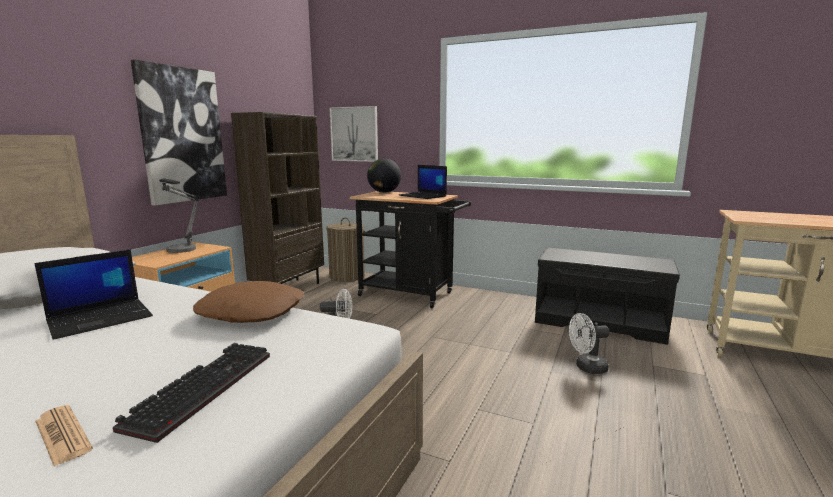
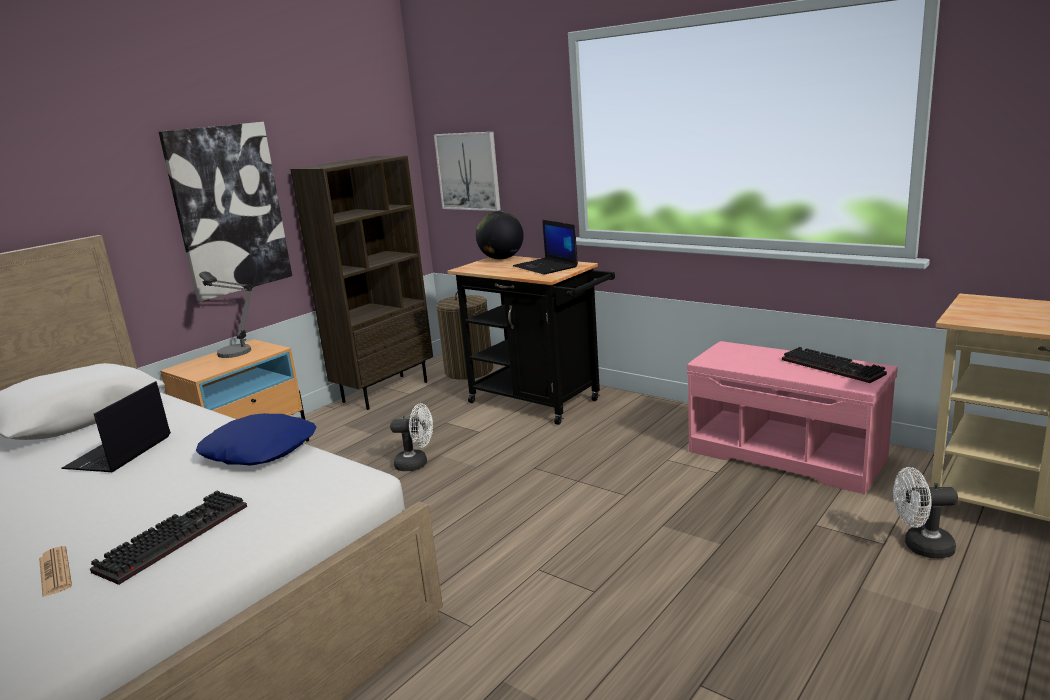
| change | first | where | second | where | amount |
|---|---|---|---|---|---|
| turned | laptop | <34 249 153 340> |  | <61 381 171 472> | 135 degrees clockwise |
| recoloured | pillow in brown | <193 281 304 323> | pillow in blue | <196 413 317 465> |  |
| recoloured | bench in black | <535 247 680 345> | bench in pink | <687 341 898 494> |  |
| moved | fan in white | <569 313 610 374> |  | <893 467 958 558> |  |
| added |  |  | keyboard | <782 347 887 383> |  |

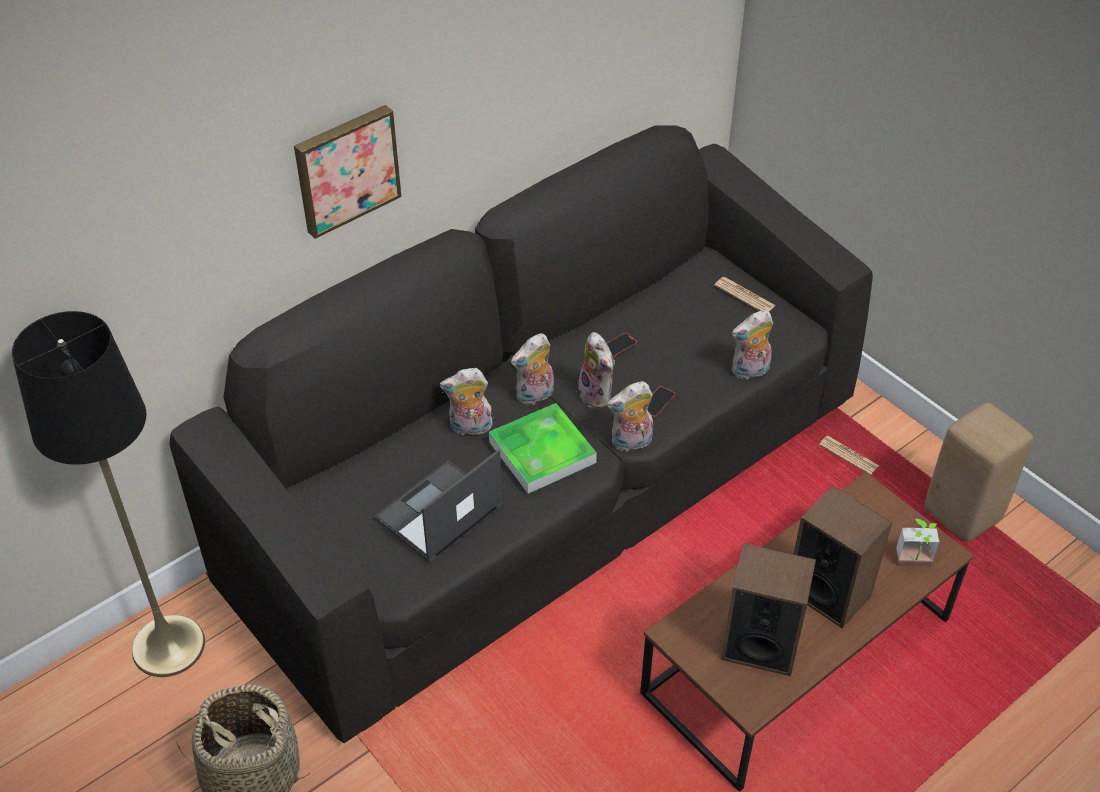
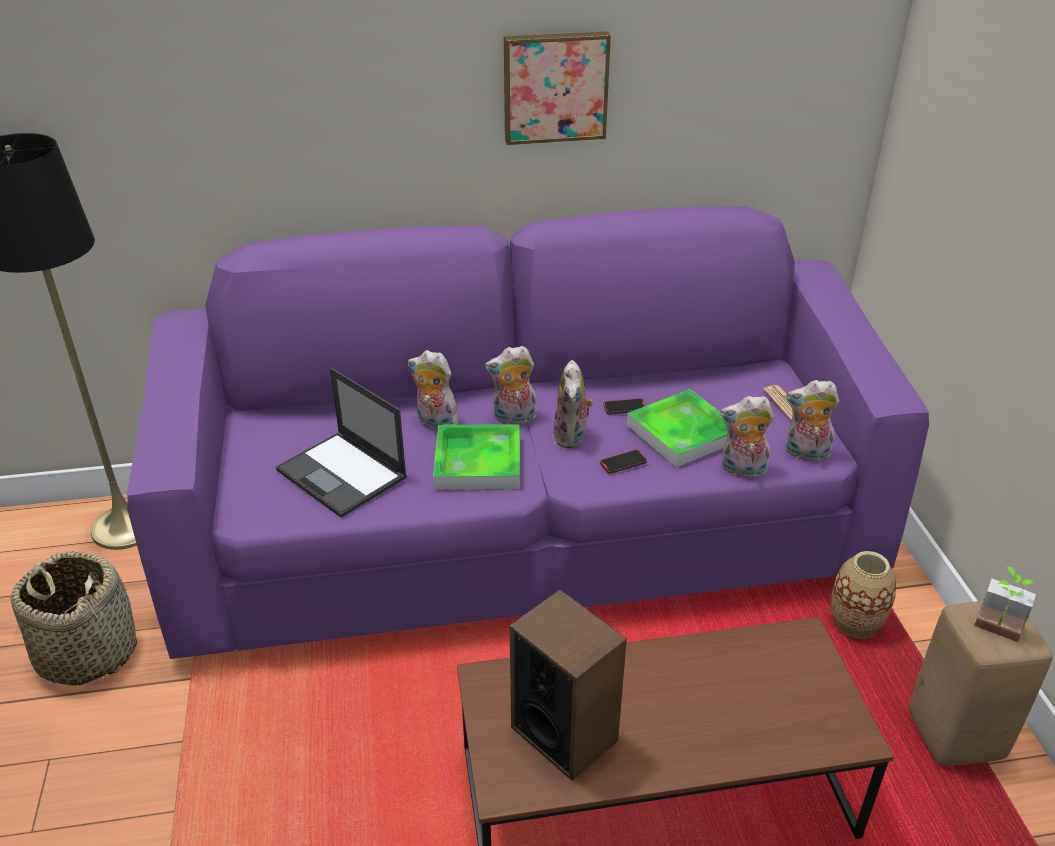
| change | first | where | second | where | amount |
|---|---|---|---|---|---|
| recoloured | sofa in black | <169 126 873 743> | sofa in purple | <127 206 929 659> |  |
| moved | picture | <294 105 401 239> |  | <504 32 611 145> |  |
| turned | laptop | <374 449 503 563> |  | <276 368 407 518> | 120 degrees counterclockwise |
| moved | plush toy | <607 381 653 452> |  | <786 380 839 464> |  |
| removed | speaker | <794 486 892 628> |  |  |  |
| replaced | newspaper | <819 436 879 475> | vase | <831 551 896 639> |  |
| moved | potted plant | <895 519 939 567> |  | <974 566 1036 642> |  |
| added |  |  | tray | <627 389 727 468> |  |

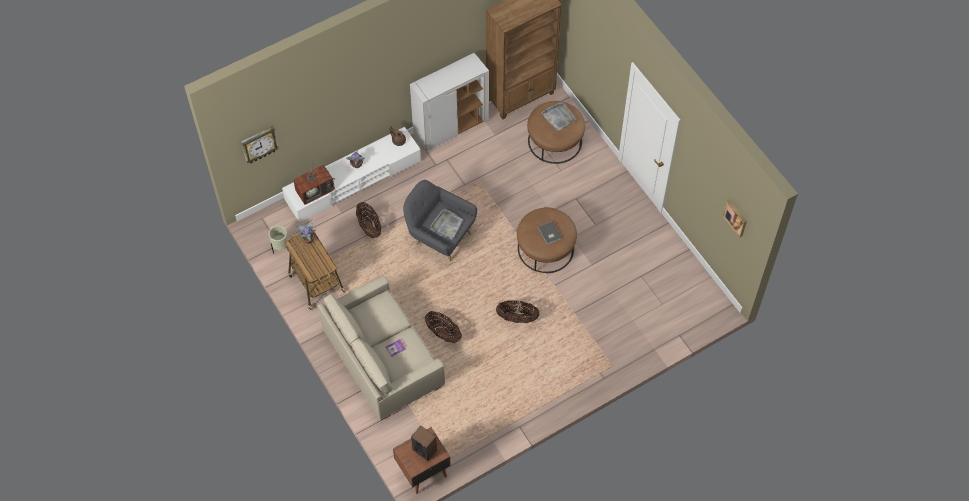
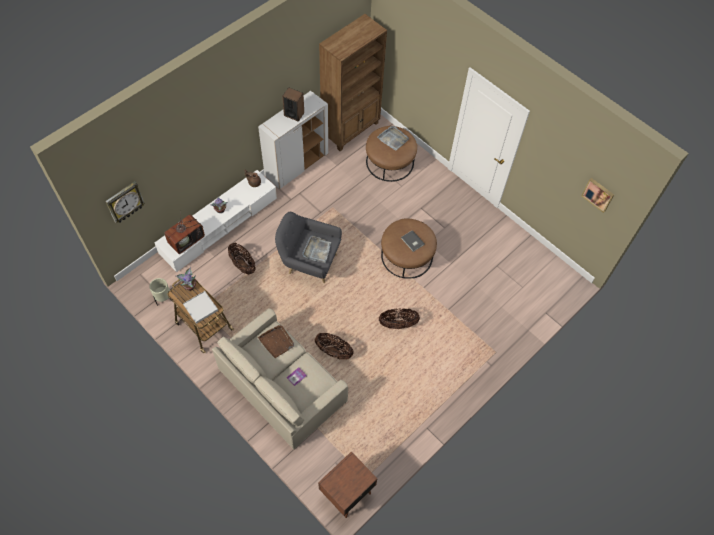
| change | first | where | second | where | amount |
|---|---|---|---|---|---|
| moved | speaker | <411 426 437 461> |  | <282 87 304 122> |  |
| added |  |  | tray in white | <183 291 218 324> |  |
| added |  |  | tray in brown | <258 325 294 358> |  |

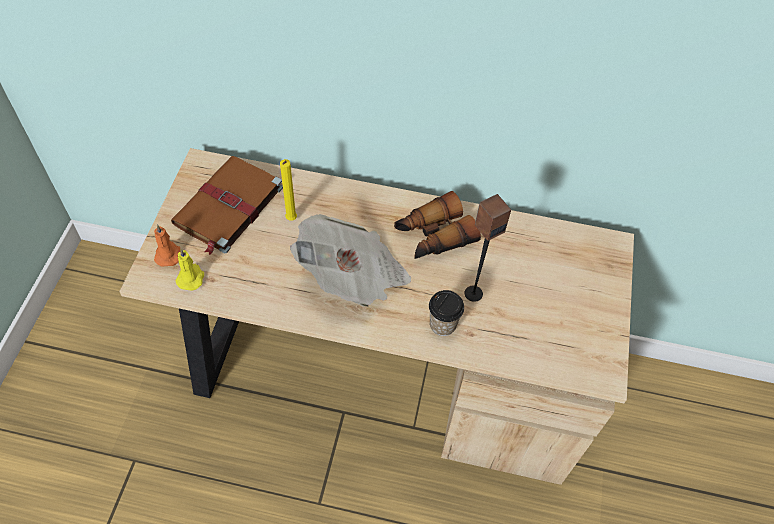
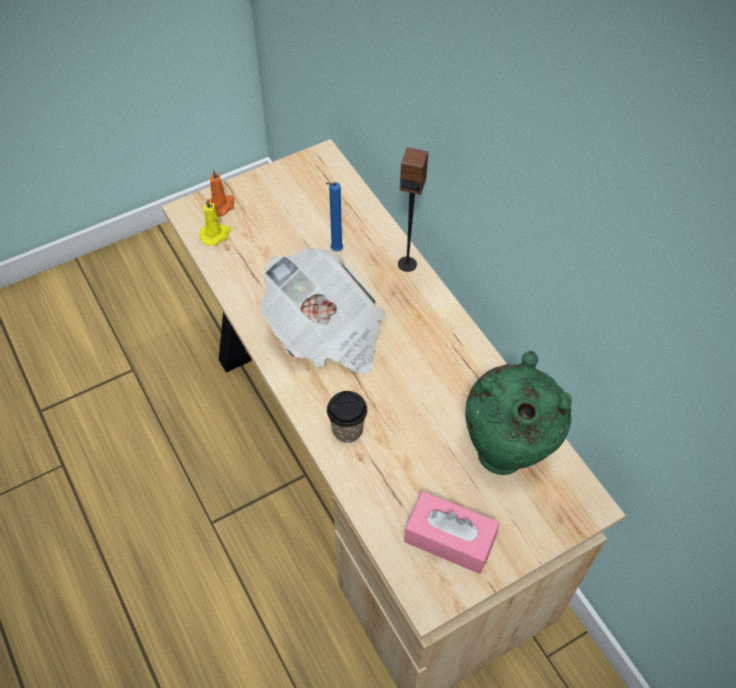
| change | first | where | second | where | amount |
|---|---|---|---|---|---|
| removed | book in brown | <171 156 283 255> |  |  |  |
| recoloured | candle in yellow | <280 159 297 221> | candle in blue | <325 182 343 251> |  |
| removed | binoculars | <394 191 481 259> |  |  |  |
| moved | speaker | <465 194 511 302> |  | <398 147 429 272> |  |
| added |  |  | tissue box in pink | <404 491 500 574> |  |
| added |  |  | vase in green | <465 351 572 475> |  |

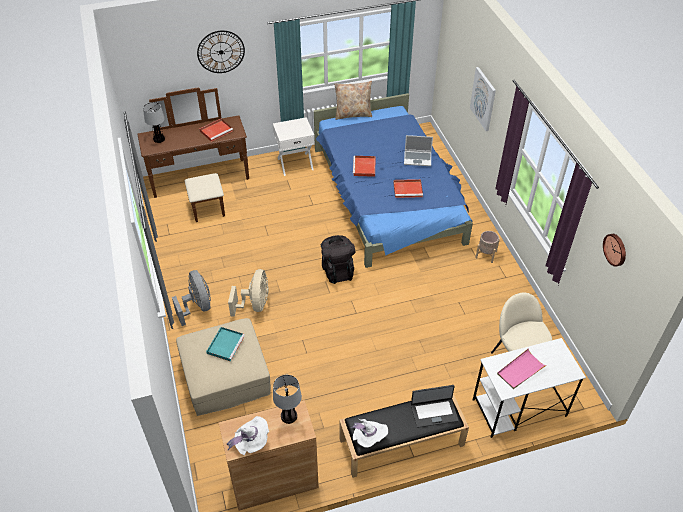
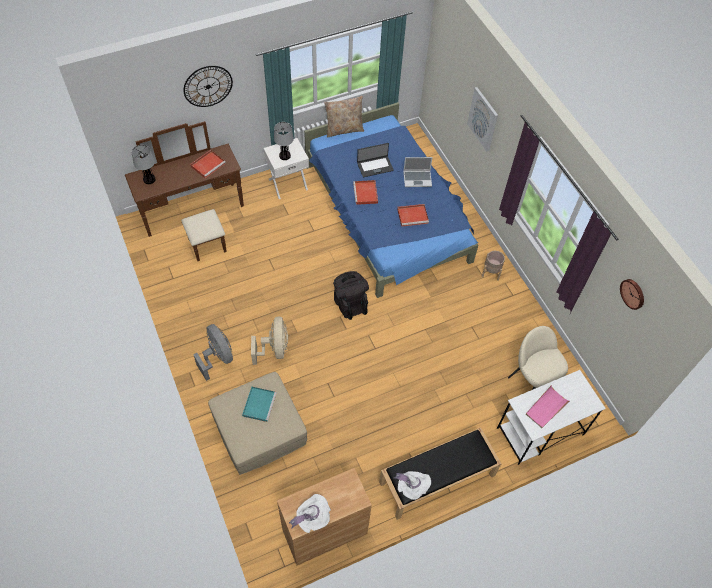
| change | first | where | second | where | amount |
|---|---|---|---|---|---|
| moved | table lamp | <273 375 302 424> |  | <274 122 294 160> |  |
| moved | laptop | <411 385 458 428> |  | <357 143 394 177> |  |

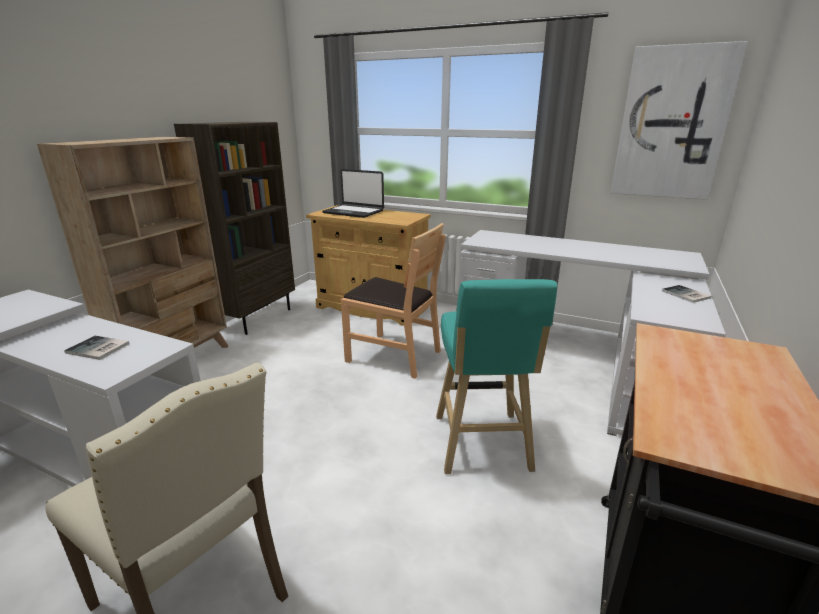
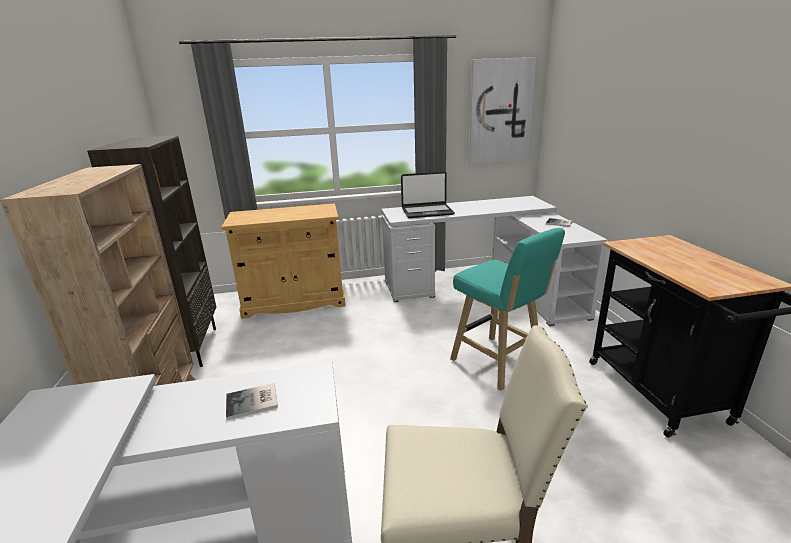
| change | first | where | second | where | amount |
|---|---|---|---|---|---|
| moved | laptop | <322 169 384 218> |  | <401 172 455 218> |  |
| removed | chair in brown | <341 223 445 379> |  |  |  |

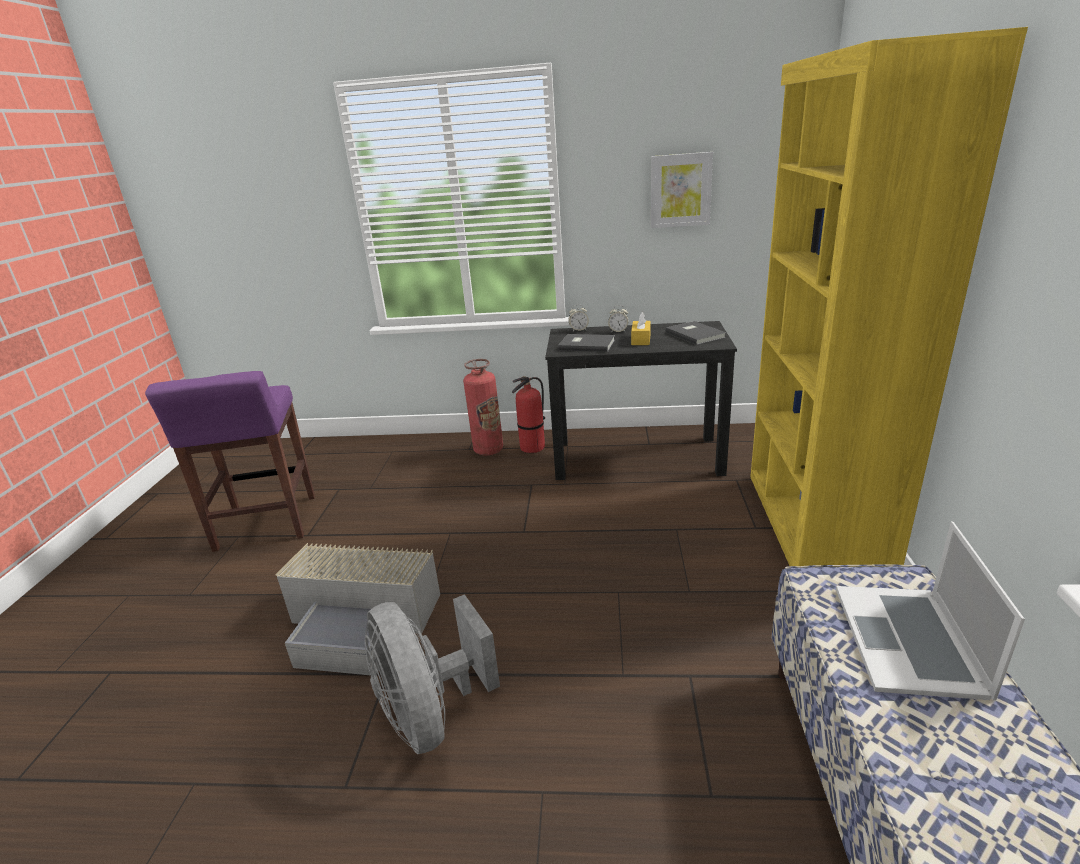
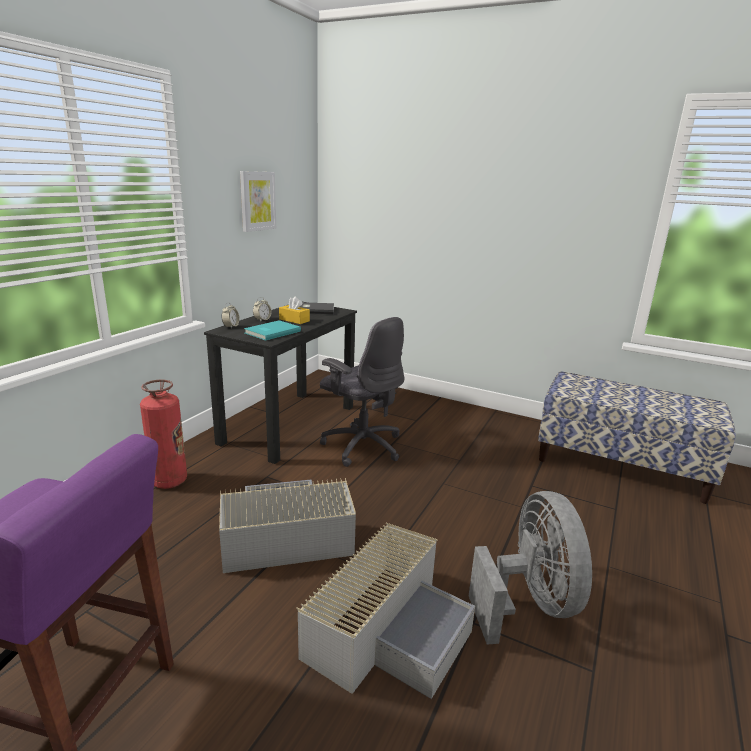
| change | first | where | second | where | amount |
|---|---|---|---|---|---|
| turned | fan in grey | <365 594 500 754> |  | <469 491 592 644> | 90 degrees counterclockwise |
| removed | fire extinguisher | <512 376 545 453> |  |  |  |
| recoloured | book in grey | <558 334 615 352> | book in turquoise | <244 320 301 341> |  |
| removed | bookcase in yellow | <750 27 1028 567> |  |  |  |
| removed | laptop | <836 521 1025 700> |  |  |  |
| added |  |  | storage box in grey | <219 478 356 573> |  |
| added |  |  | office chair in grey | <320 317 404 467> |  |

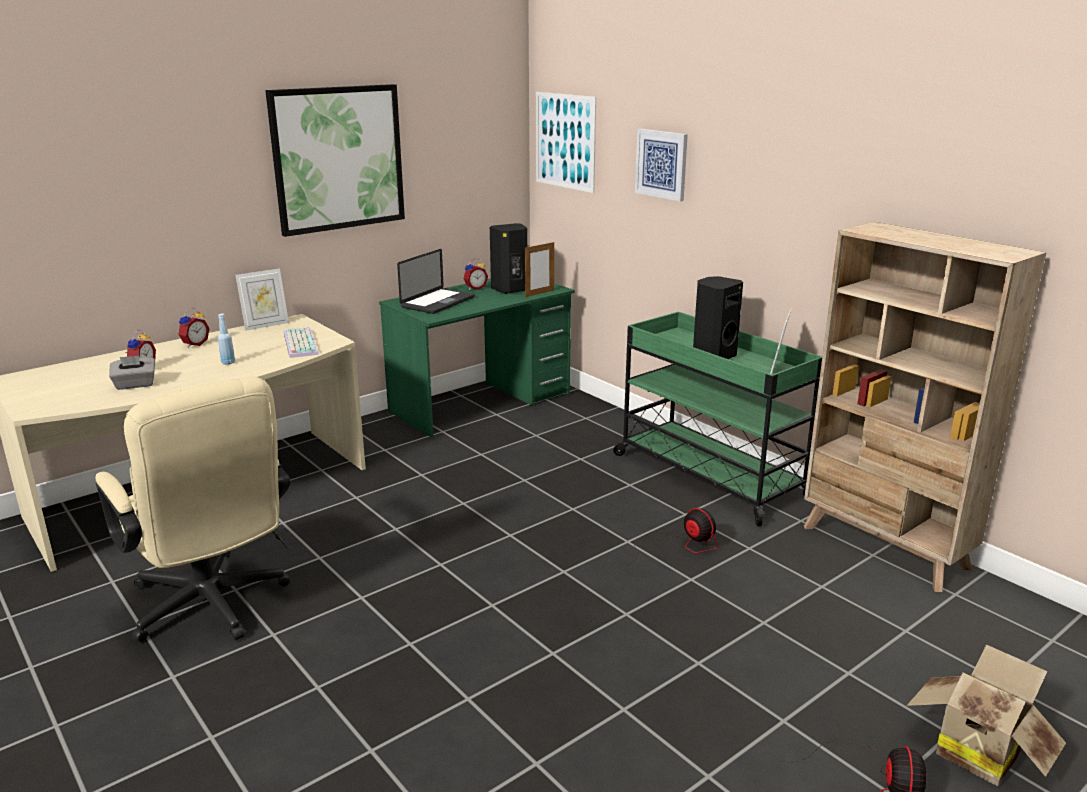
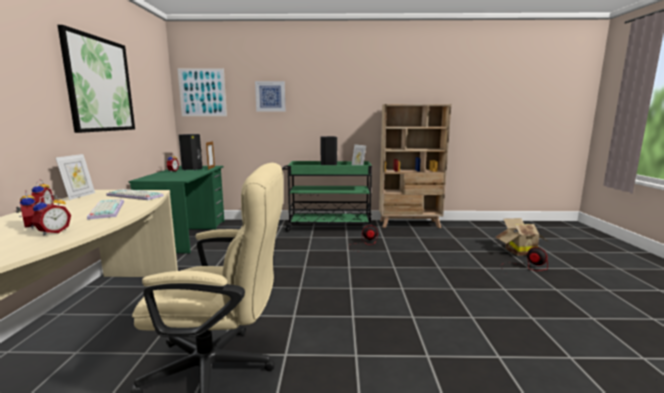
| change | first | where | second | where | amount |
|---|---|---|---|---|---|
| replaced | tissue box in grey | <109 356 155 390> | alarm clock | <32 194 71 236> |  |
| replaced | bottle in blue | <218 314 235 365> | keyboard | <87 198 124 220> |  |
| removed | laptop | <397 249 475 314> |  |  |  |

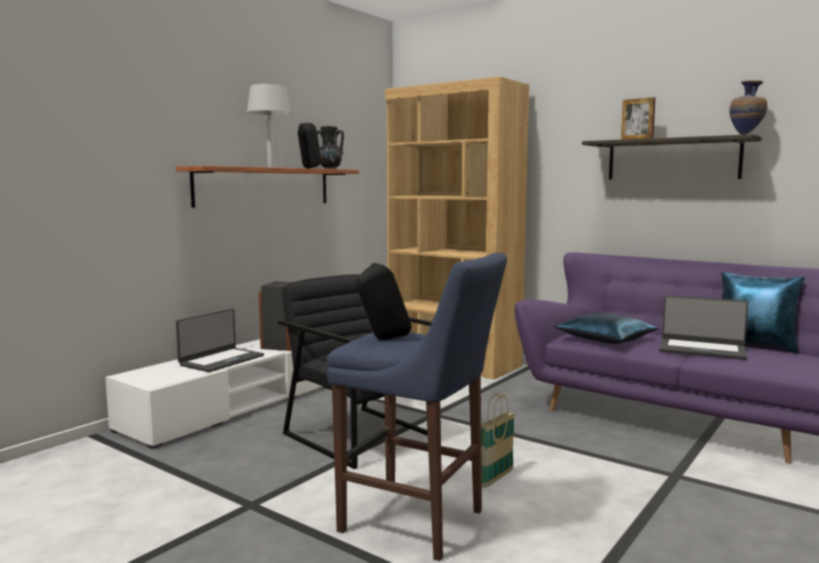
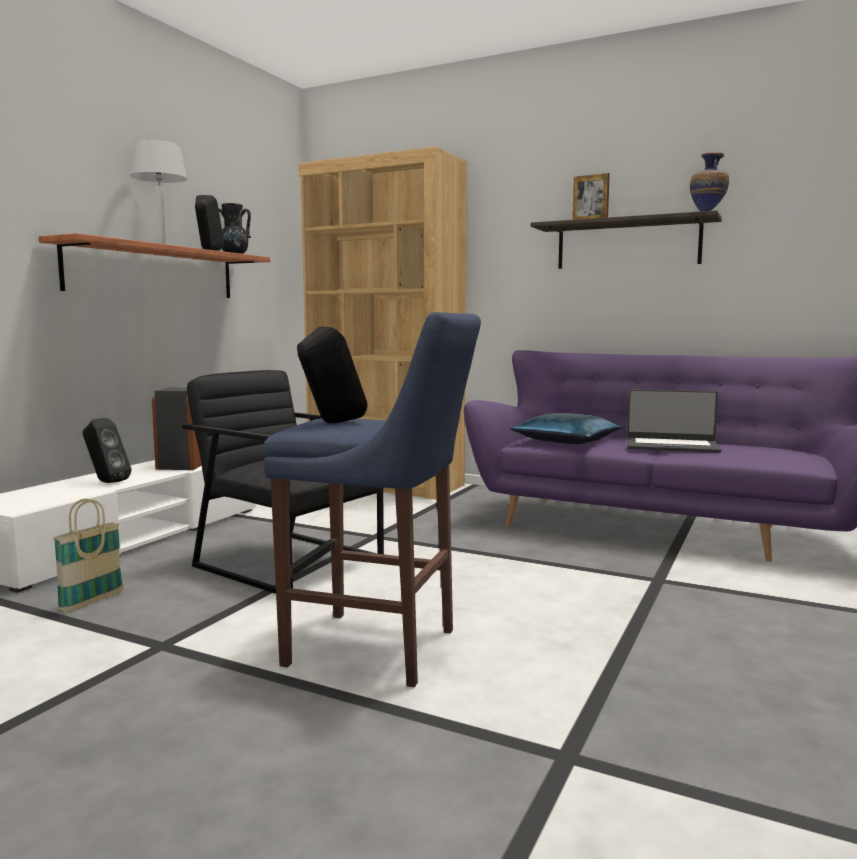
| change | first | where | second | where | amount |
|---|---|---|---|---|---|
| replaced | laptop | <176 309 264 372> | speaker in black | <83 418 131 483> |  |
| moved | basket | <481 393 515 488> |  | <53 499 124 613> |  |
| removed | pillow in blue | <721 272 805 354> |  |  |  |

